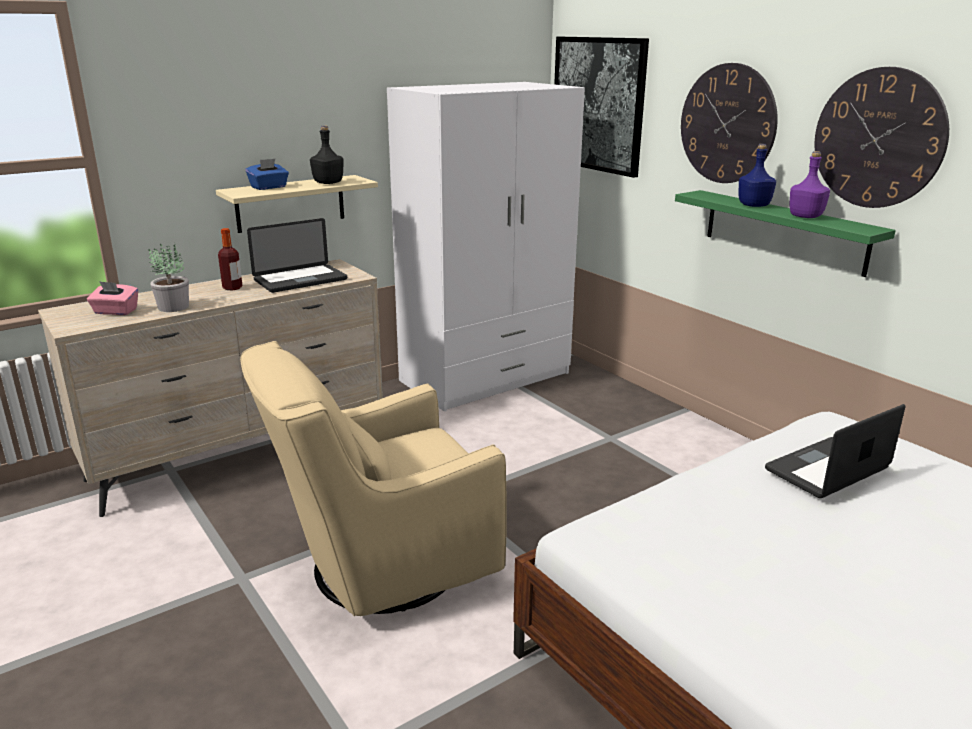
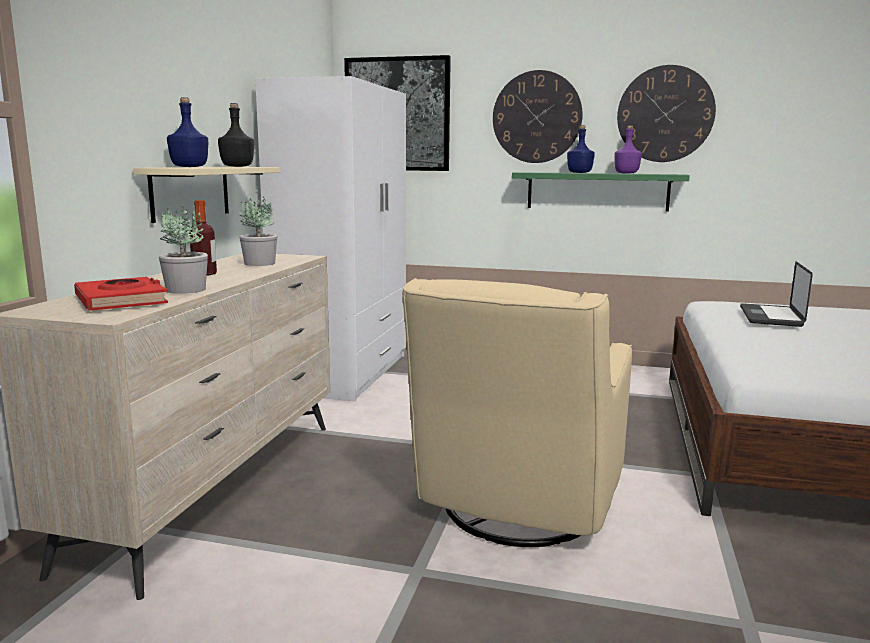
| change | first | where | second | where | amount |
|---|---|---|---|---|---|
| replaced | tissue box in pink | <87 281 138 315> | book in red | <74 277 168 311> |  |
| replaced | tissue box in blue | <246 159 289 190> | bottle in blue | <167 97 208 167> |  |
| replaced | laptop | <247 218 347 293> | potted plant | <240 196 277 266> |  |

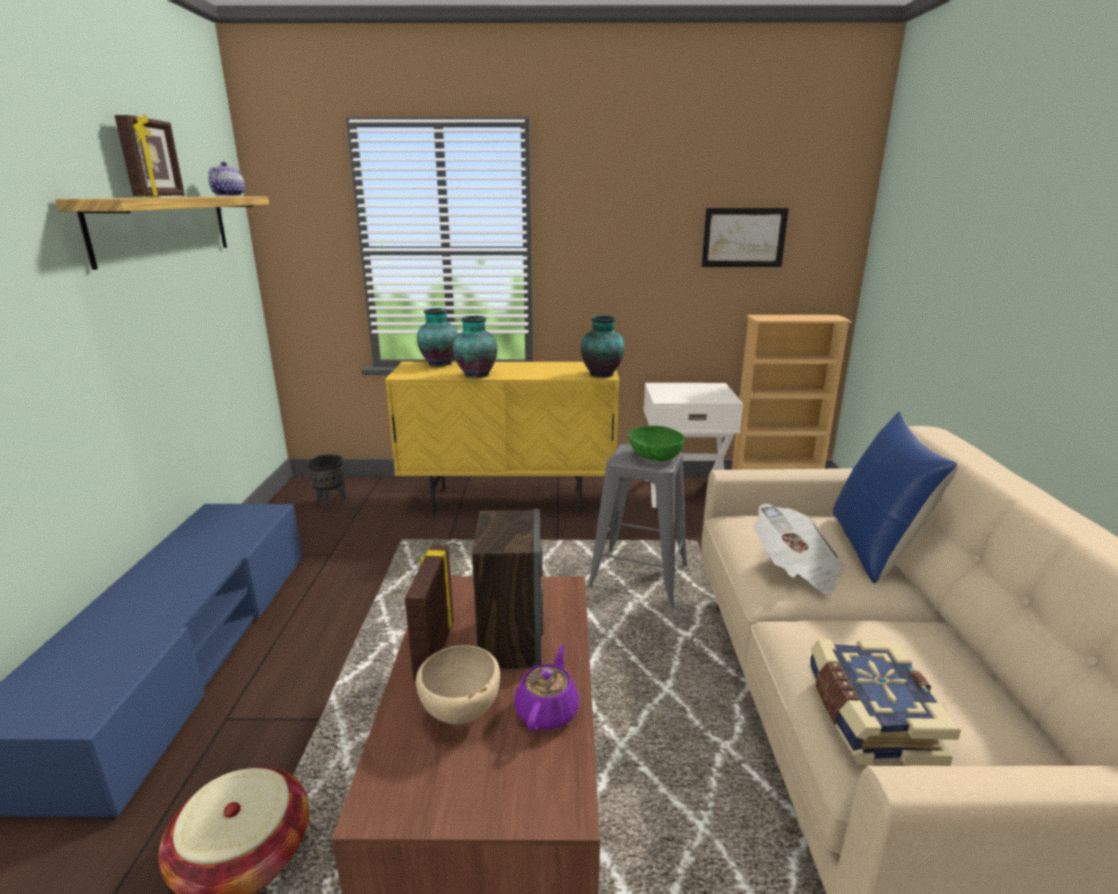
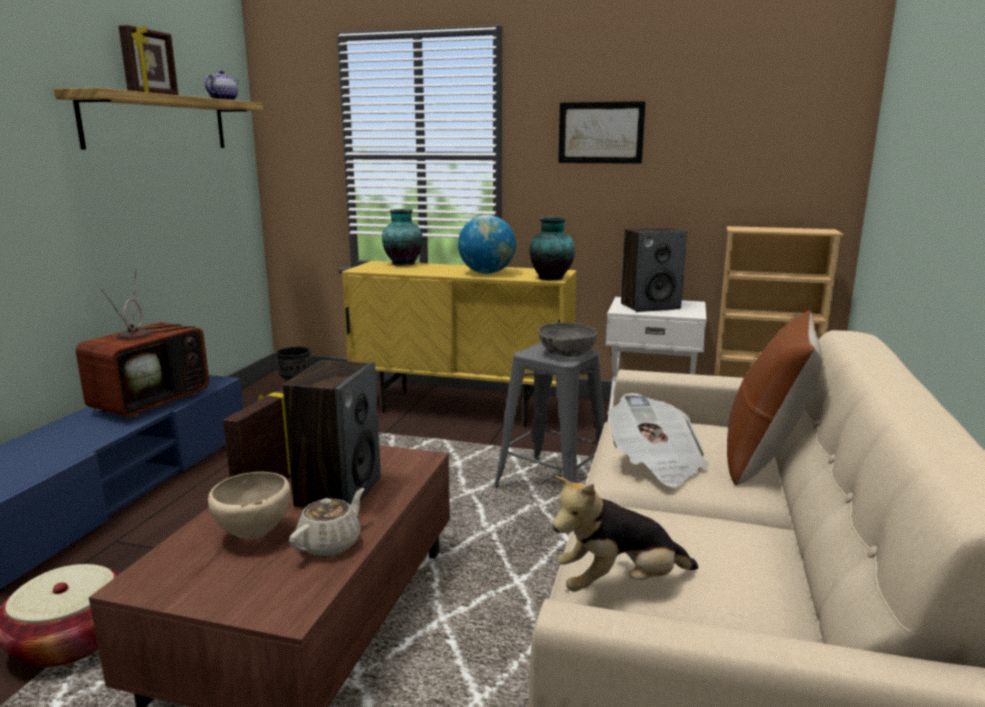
| change | first | where | second | where | amount |
|---|---|---|---|---|---|
| removed | vase | <453 316 497 378> |  |  |  |
| recoloured | teapot in purple | <514 645 580 731> | teapot in beige | <289 488 365 557> |  |
| recoloured | bowl in green | <629 426 685 461> | bowl in grey | <538 323 597 357> |  |
| moved | picture | <701 208 789 267> |  | <558 101 646 164> |  |
| replaced | book | <808 639 961 766> | plush toy | <552 476 698 592> |  |
| recoloured | pillow in blue | <833 412 958 584> | pillow in brown | <727 309 822 486> |  |
| added |  |  | television | <76 268 209 419> |  |
| added |  |  | globe | <458 215 516 274> |  |
| added |  |  | speaker | <621 227 687 312> |  |

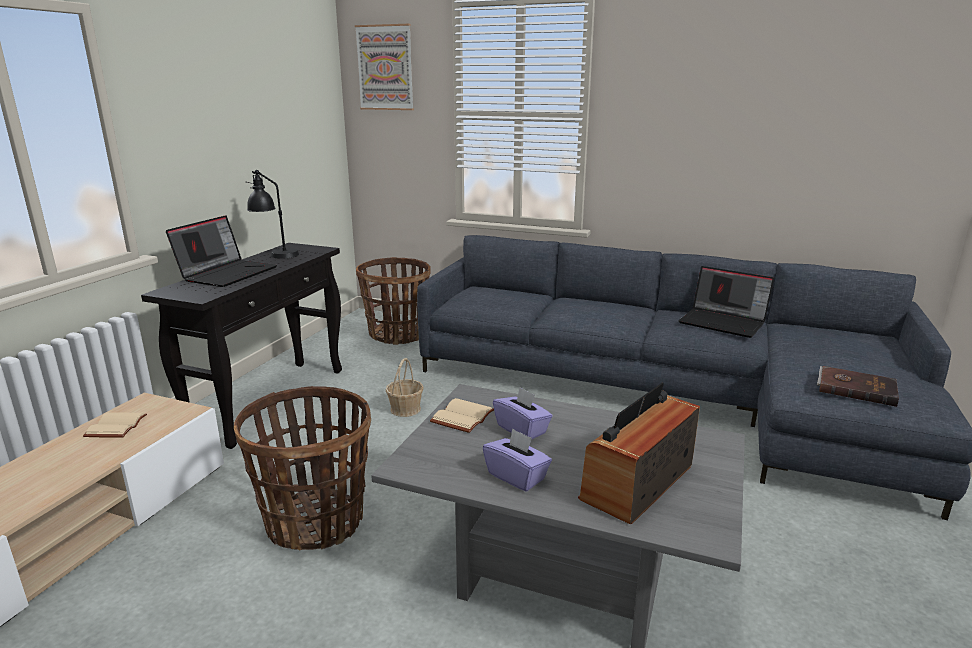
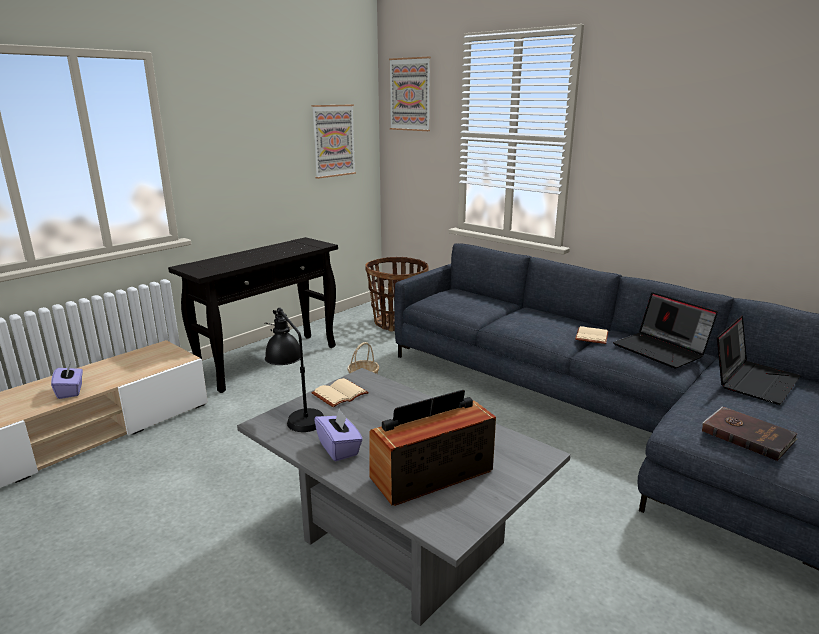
| change | first | where | second | where | amount |
|---|---|---|---|---|---|
| moved | book in beige | <83 412 147 437> |  | <575 326 608 344> |  |
| moved | laptop | <166 215 277 287> |  | <717 316 800 405> |  |
| removed | basket | <234 386 371 550> |  |  |  |
| moved | table lamp in black | <246 170 299 259> |  | <265 308 324 432> |  |
| moved | tissue box in purple | <493 387 553 440> |  | <51 363 83 399> |  |
| added |  |  | picture | <312 105 356 179> |  |

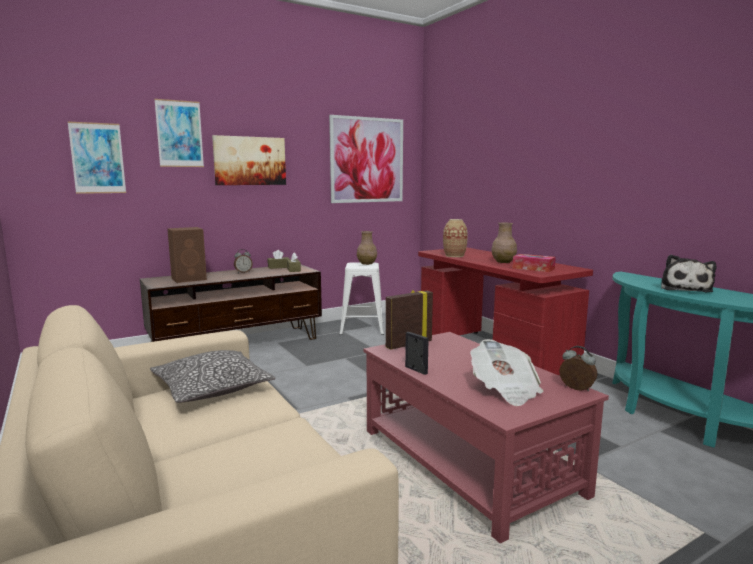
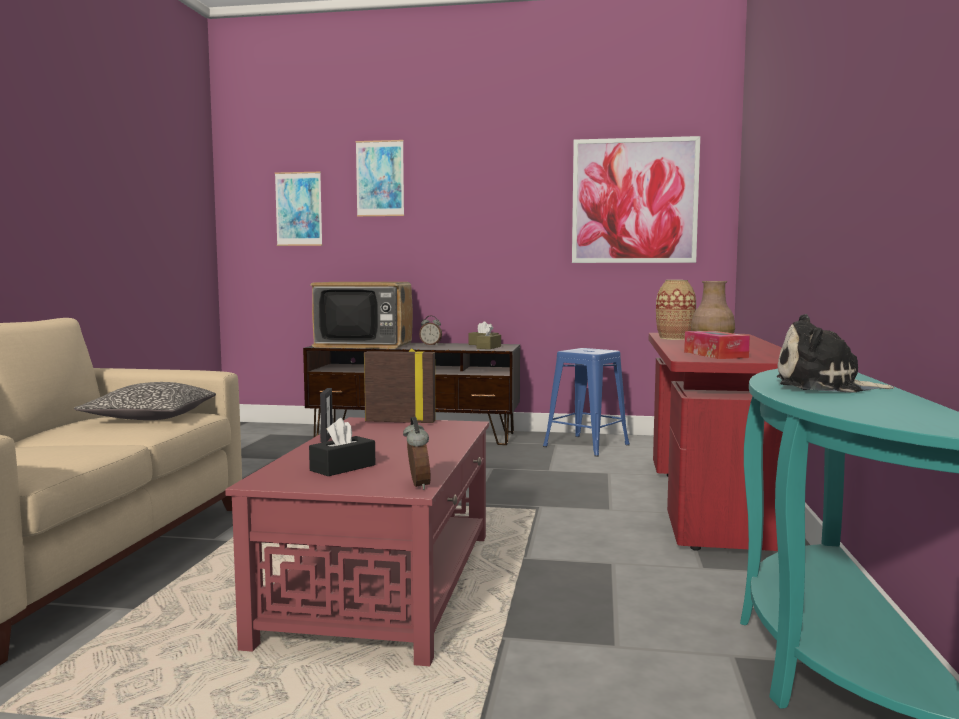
| change | first | where | second | where | amount |
|---|---|---|---|---|---|
| replaced | speaker in brown | <167 227 207 283> | television | <310 282 413 349> |  |
| removed | picture | <212 135 286 185> |  |  |  |
| recoloured | stool in white | <339 263 384 335> | stool in blue | <543 348 630 457> |  |
| removed | vase in brown | <357 231 377 265> |  |  |  |
| replaced | newspaper | <470 339 543 406> | tissue box in black | <309 418 375 476> |  |
| turned | plush toy | <661 255 716 292> |  | <777 314 894 393> | 45 degrees clockwise |

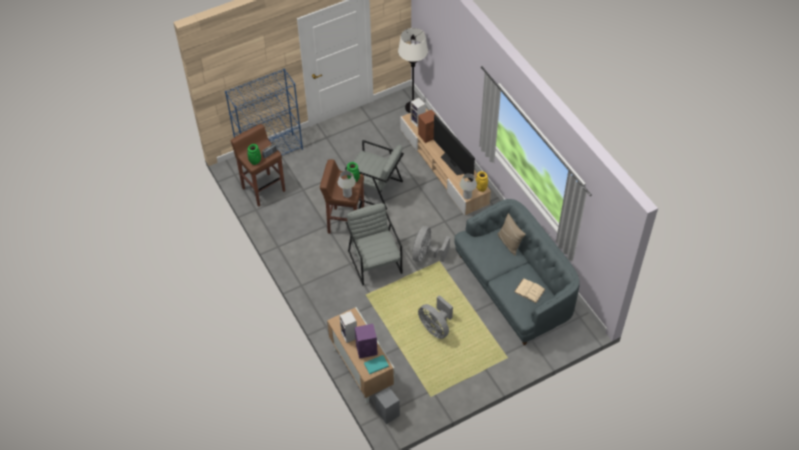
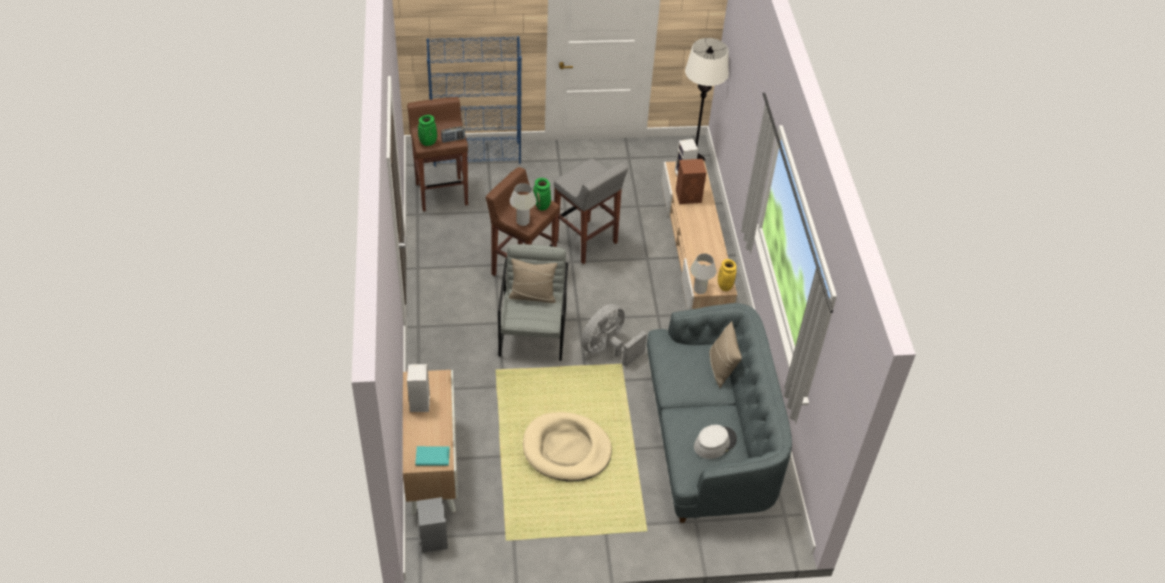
| change | first | where | second | where | amount |
|---|---|---|---|---|---|
| replaced | armchair in grey | <345 140 404 210> | stool in grey | <554 159 628 264> |  |
| removed | speaker in purple | <355 324 378 359> |  |  |  |
| replaced | fan in grey | <418 295 453 339> | dog bed in beige | <523 412 612 481> |  |
| removed | television | <434 114 475 182> |  |  |  |
| replaced | book in beige | <514 279 545 303> | hat in grey | <694 425 737 459> |  |
| added |  |  | pillow in beige | <508 259 558 303> |  |

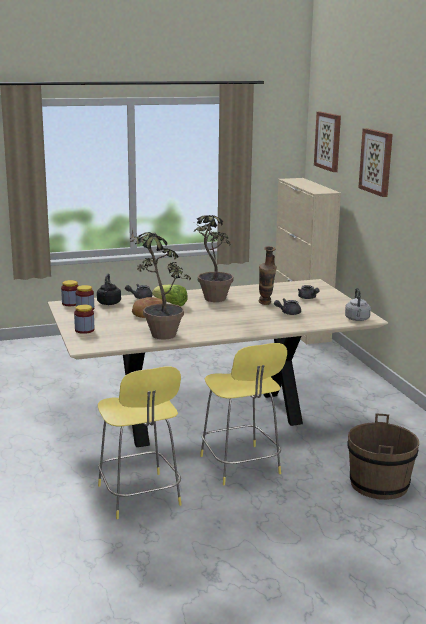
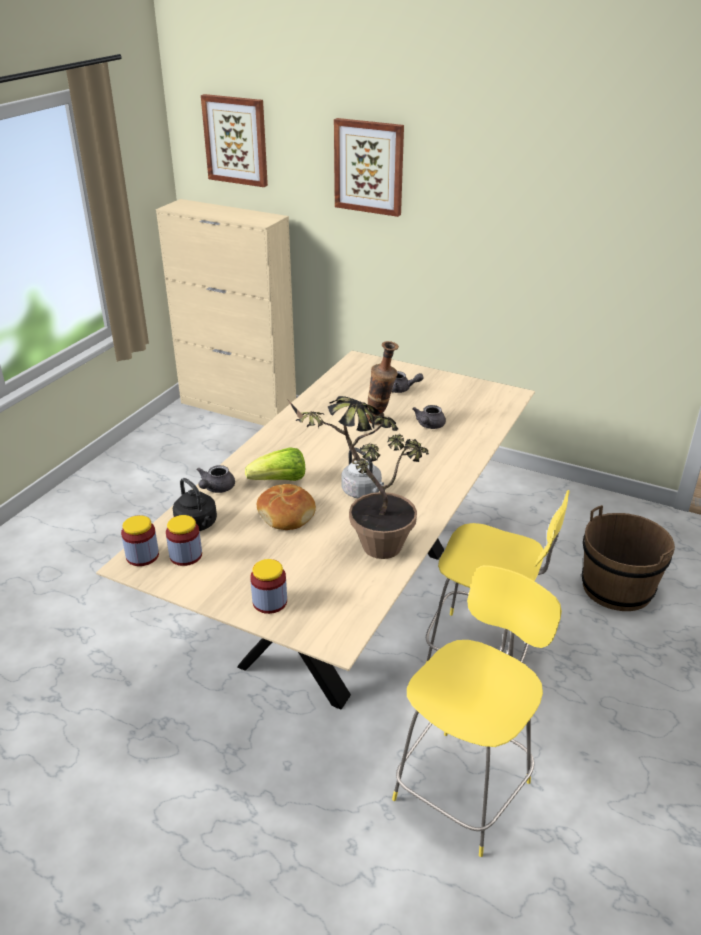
| change | first | where | second | where | amount |
|---|---|---|---|---|---|
| turned | chair in yellow | <98 367 182 519> |  | <392 565 562 857> | 75 degrees counterclockwise |
| removed | potted plant | <193 215 234 302> |  |  |  |
| moved | kettle in grey | <345 288 371 321> |  | <342 447 384 498> |  |

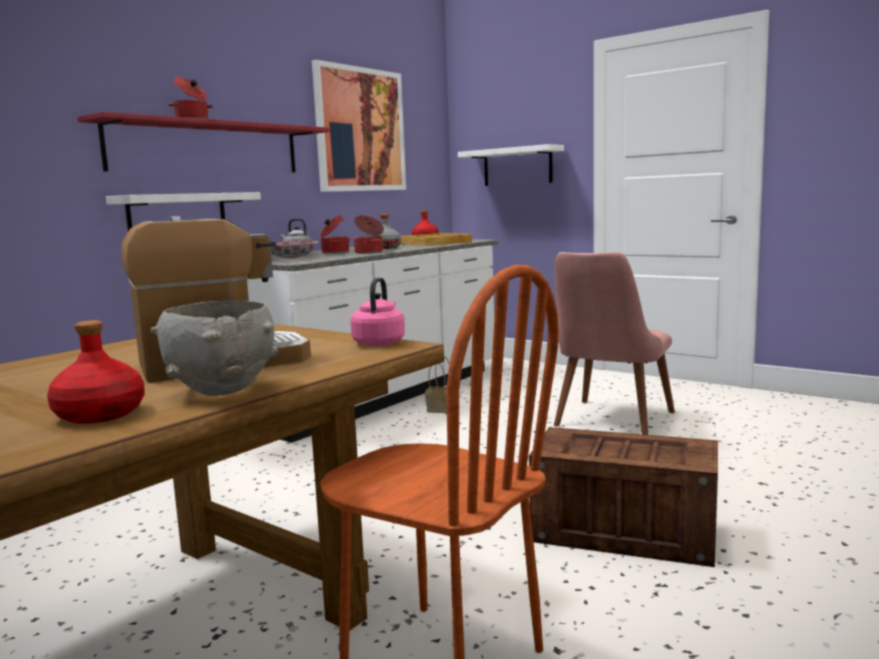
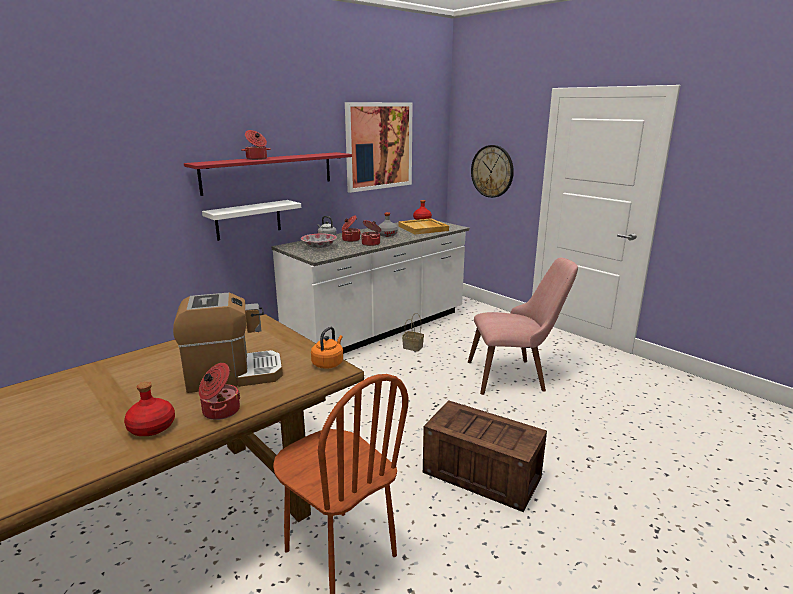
| change | first | where | second | where | amount |
|---|---|---|---|---|---|
| replaced | bowl in grey | <151 301 278 396> | cooking pot | <199 363 241 420> |  |
| recoloured | kettle in pink | <351 277 405 346> | kettle in orange | <311 327 343 369> |  |
| replaced | shelf in white | <458 144 564 186> | wall clock | <471 145 514 198> |  |
| turned | chair in pink | <554 252 675 435> |  | <468 258 578 395> | 135 degrees counterclockwise |

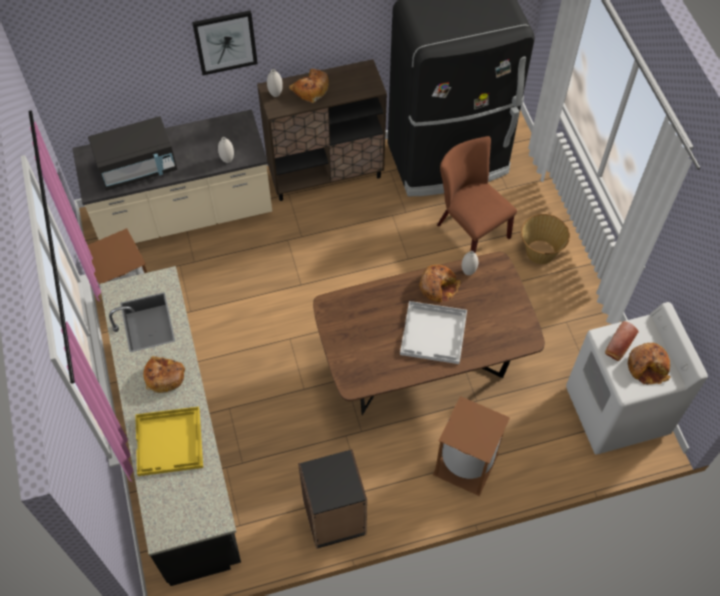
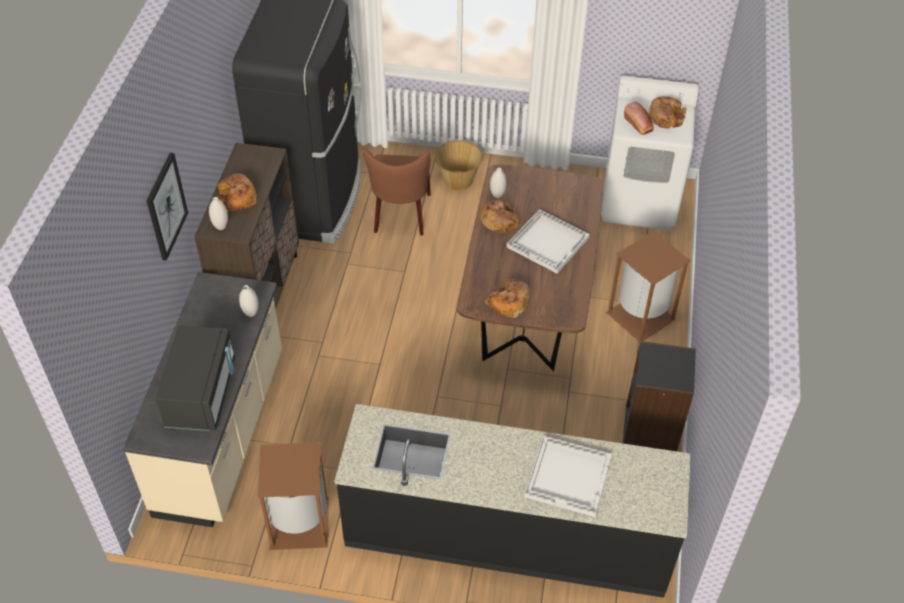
| change | first | where | second | where | amount |
|---|---|---|---|---|---|
| recoloured | tray in yellow | <135 407 203 476> | tray in white | <524 435 612 517> |  |
| moved | bread | <143 356 185 393> |  | <484 279 530 318> |  |
| turned | chair in brown | <437 136 517 253> |  | <363 149 431 236> | 75 degrees counterclockwise |

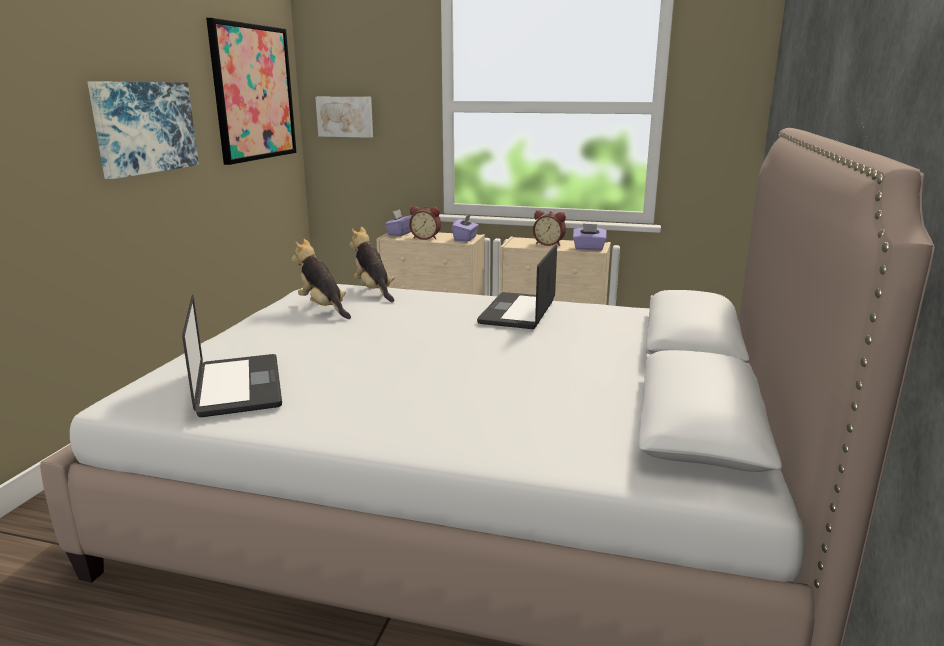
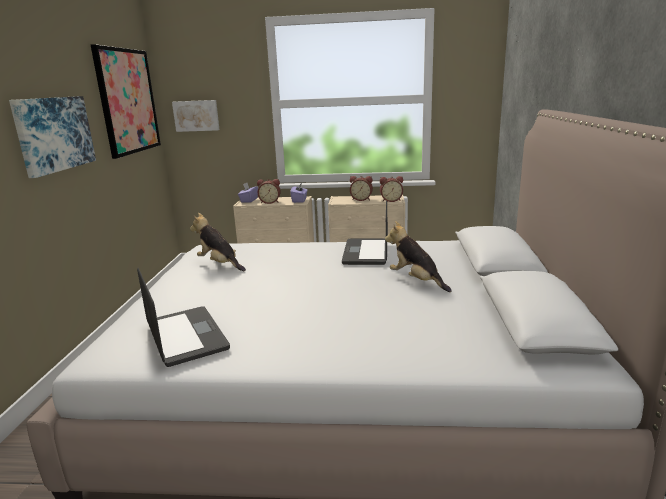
| change | first | where | second | where | amount |
|---|---|---|---|---|---|
| moved | plush toy | <350 227 395 302> |  | <385 221 452 292> |  |
| replaced | tissue box in purple | <573 223 607 250> | alarm clock | <380 176 403 202> |  |

